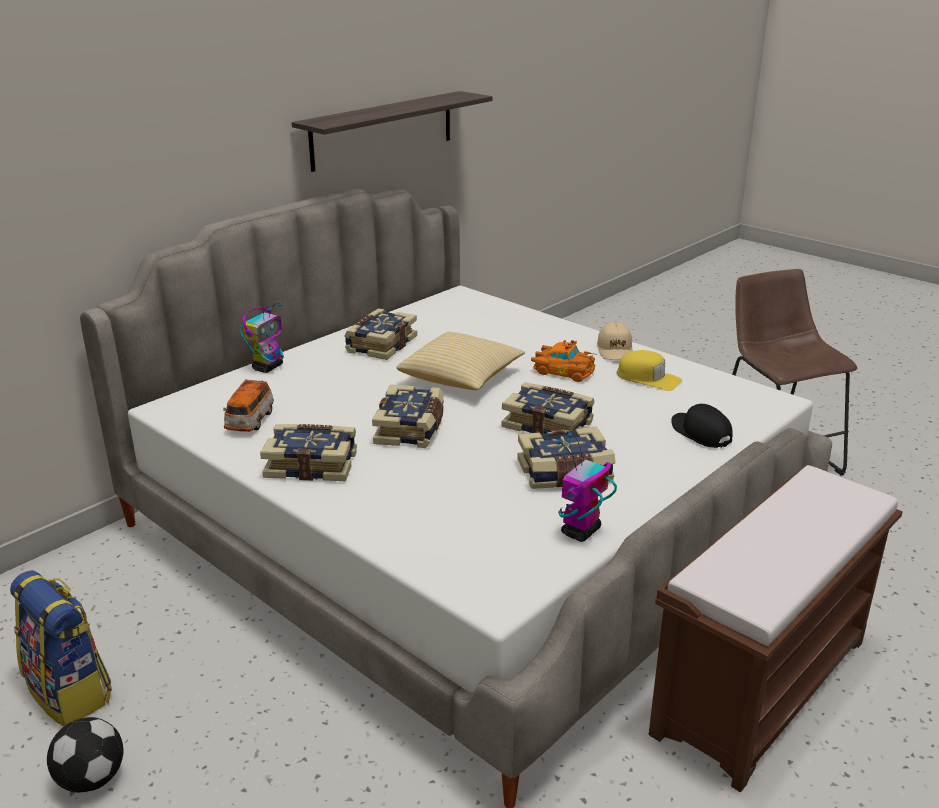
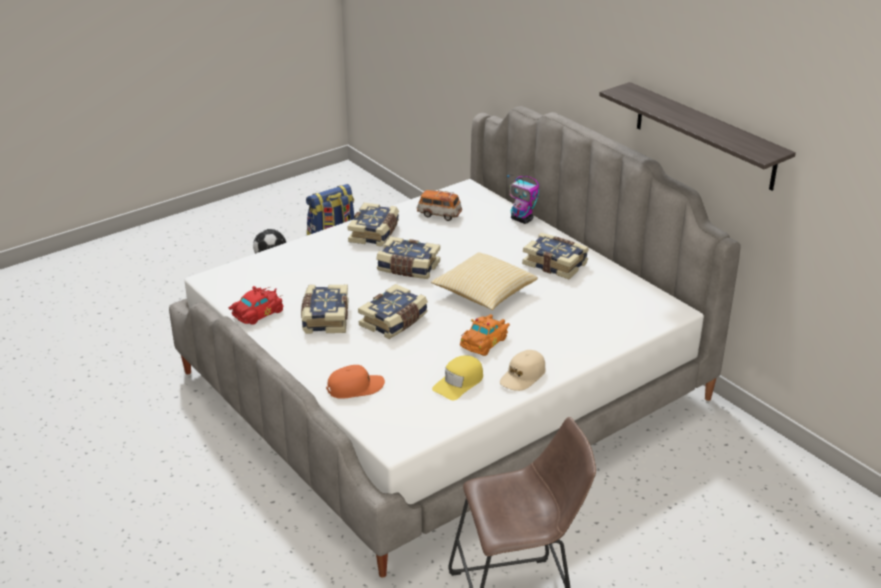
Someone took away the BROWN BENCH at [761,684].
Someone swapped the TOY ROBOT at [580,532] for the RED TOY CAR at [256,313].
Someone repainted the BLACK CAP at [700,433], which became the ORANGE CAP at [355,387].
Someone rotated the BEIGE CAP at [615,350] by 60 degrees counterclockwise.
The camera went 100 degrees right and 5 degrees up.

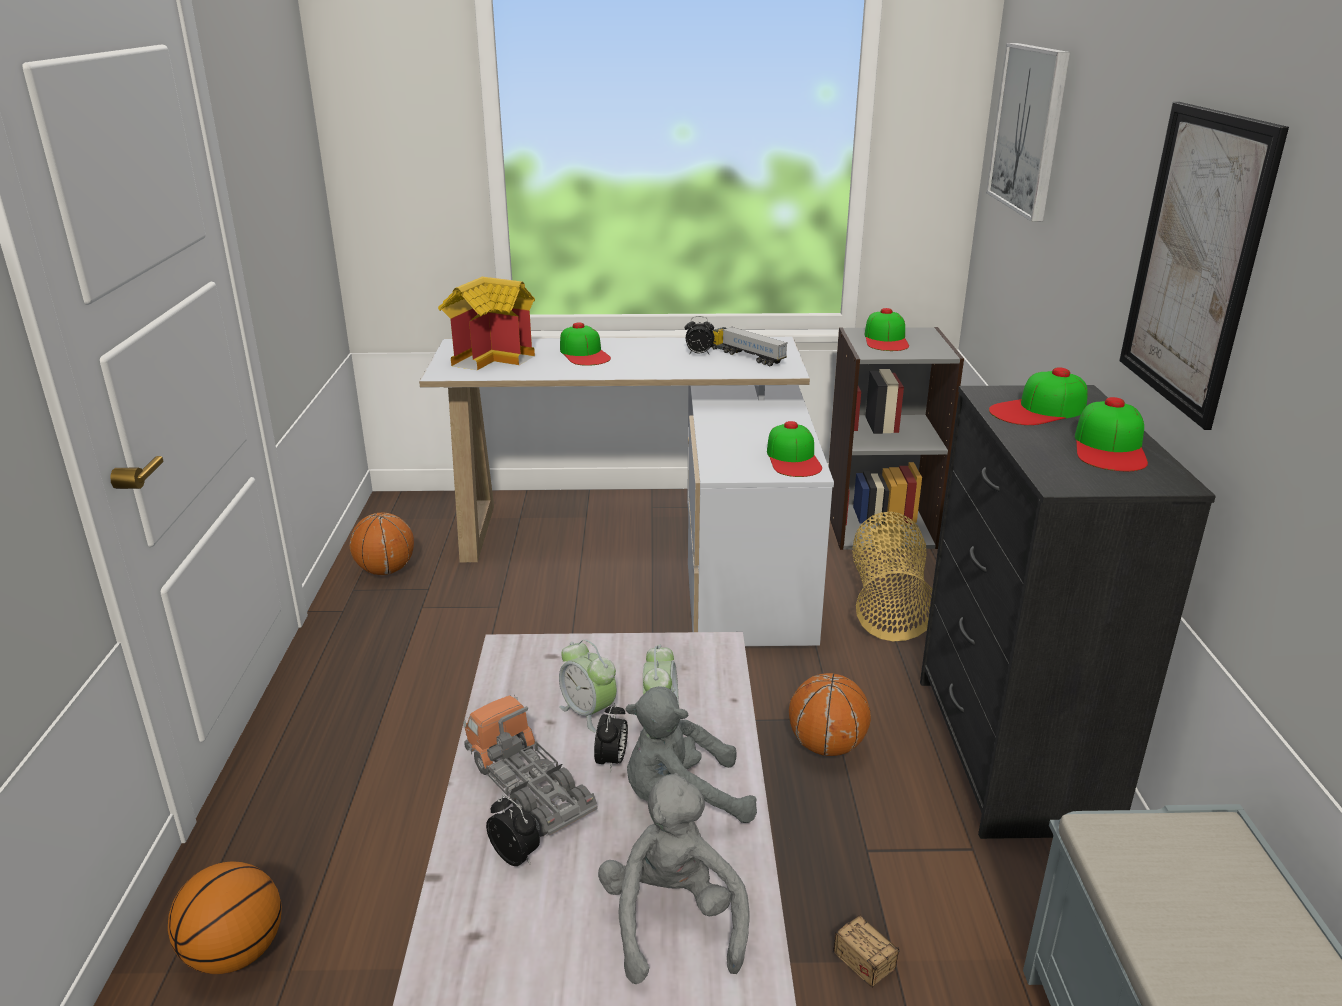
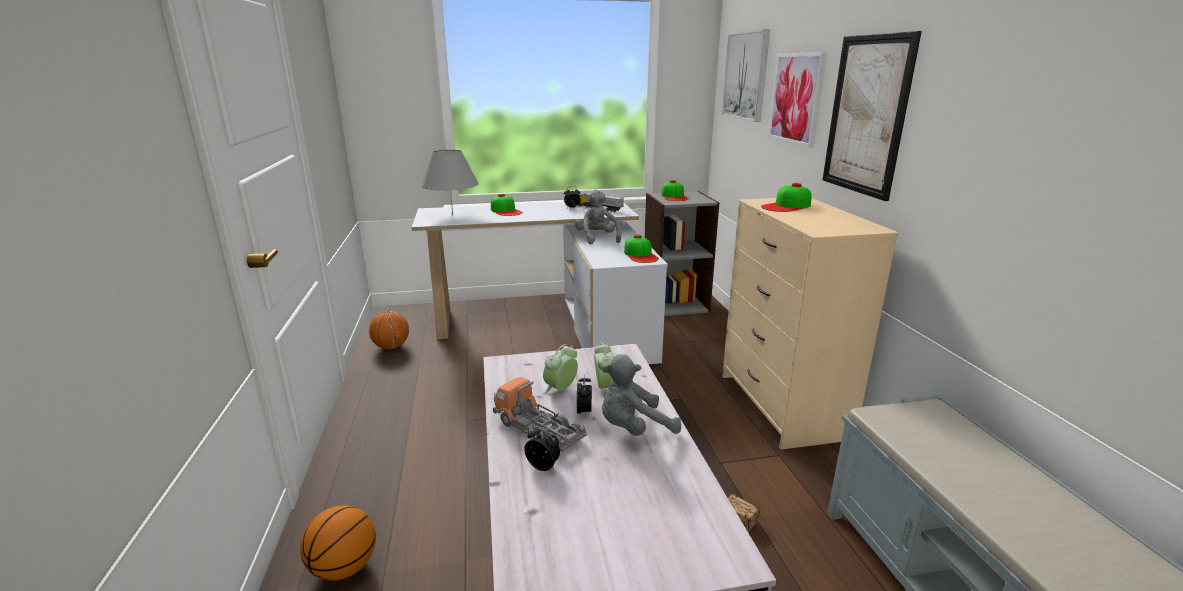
Someone took away the BASKETBALL at [826,746].
Someone took away the BASKET at [888,602].
Someone took away the CAP at [1110,447].
Someone put up the PICTURE at [796,98].
Someone carried the GREY PLUSH TOY from [672,920] to [597,239].
Someone swapped the TOY HOUSE at [493,357] for the GREY TABLE LAMP at [452,215].
Someone repainted the BLACK DRESSER at [1009,752], which became the BEIGE DRESSER at [781,405].
Someone rotated the ALARM CLOCK at [588,712] by 90 degrees clockwise.
The camera went 10 degrees left and 5 degrees down.

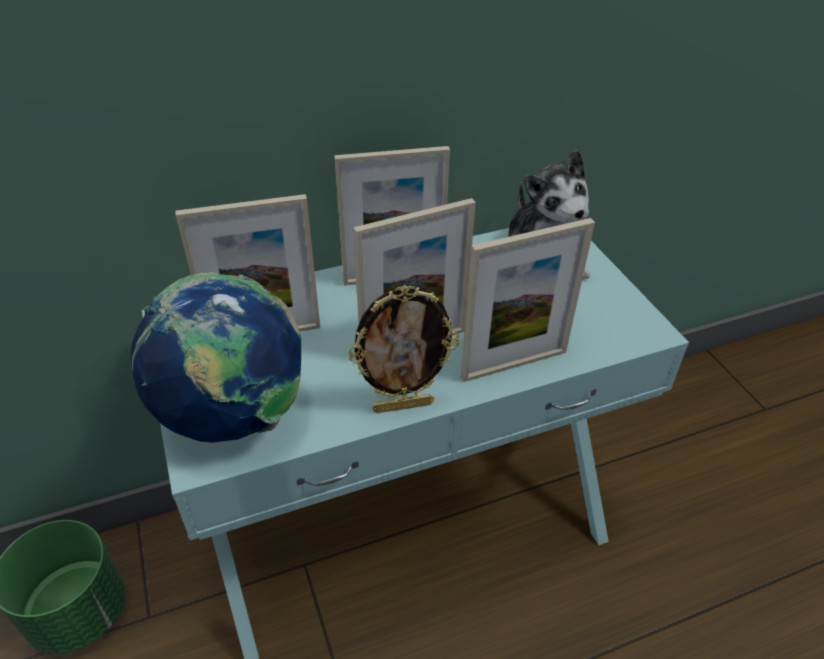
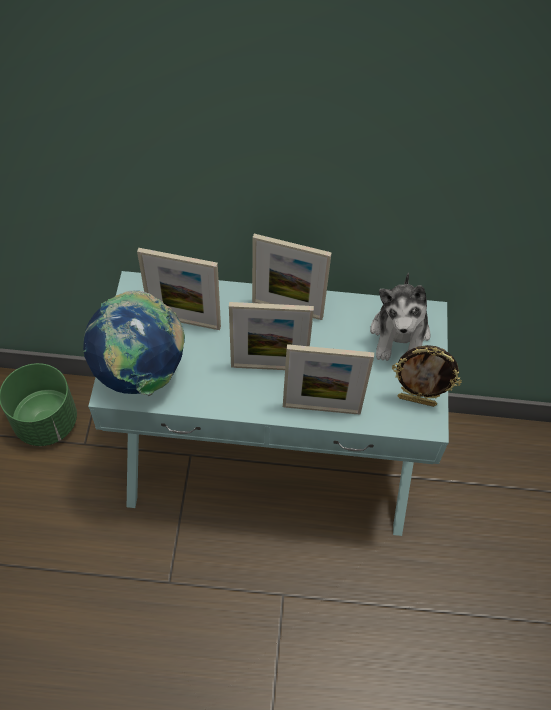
Someone carried the PICTURE FRAME from [403,405] to [417,400].
The camera went 25 degrees right and 15 degrees up.

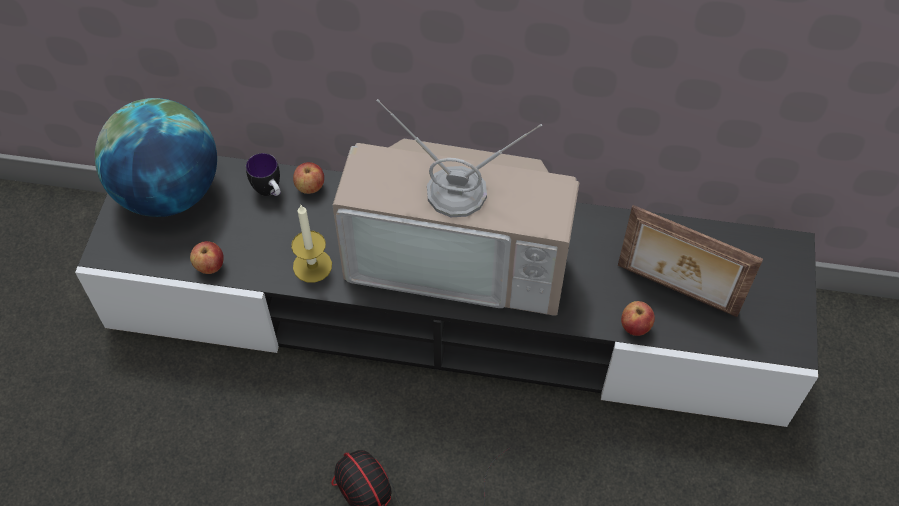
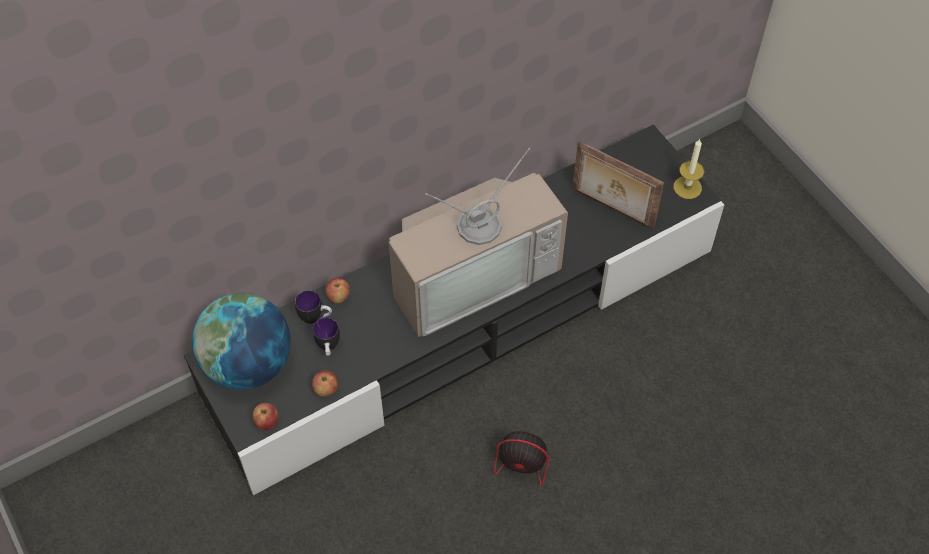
Someone put down the MUG at [328,348].
Someone carried the CANDLE from [312,266] to [687,187].
Someone carried the APPLE from [635,327] to [267,422].
Someone rotated the PICTURE FRAME at [676,291] by 45 degrees clockwise.
The camera went 40 degrees left and 0 degrees up.

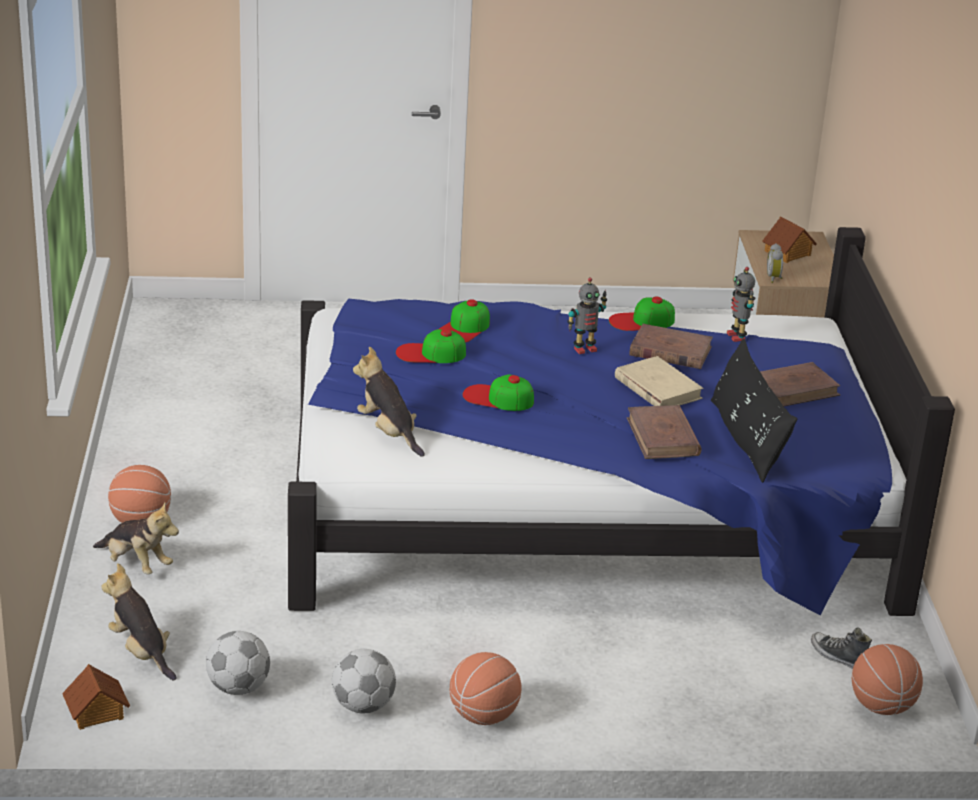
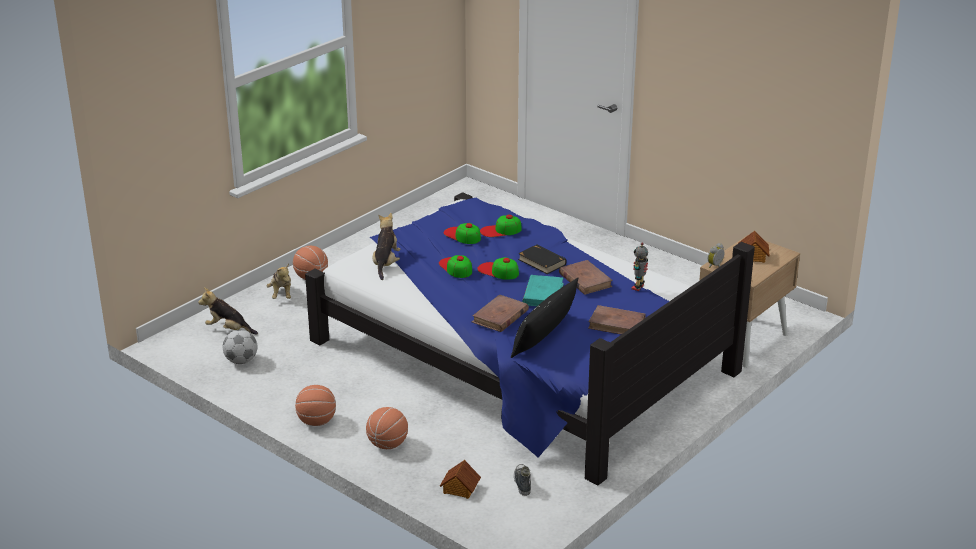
Someone took away the FOOTBALL at [363,706].
Someone carried the TOY HOUSE from [96,712] to [459,489].
Someone carried the CAP from [641,321] to [498,271].
Someone carried the BASKETBALL from [882,706] to [387,444].
Someone swapped the TOY ROBOT at [584,349] for the BLACK BOOK at [542,262].
Someone repainted the BEIGE BOOK at [657,388], which became the TURQUOISE BOOK at [543,294].
Someone rotated the PLUSH TOY at [141,652] by 75 degrees counterclockwise.
The camera went 45 degrees right and 0 degrees up.

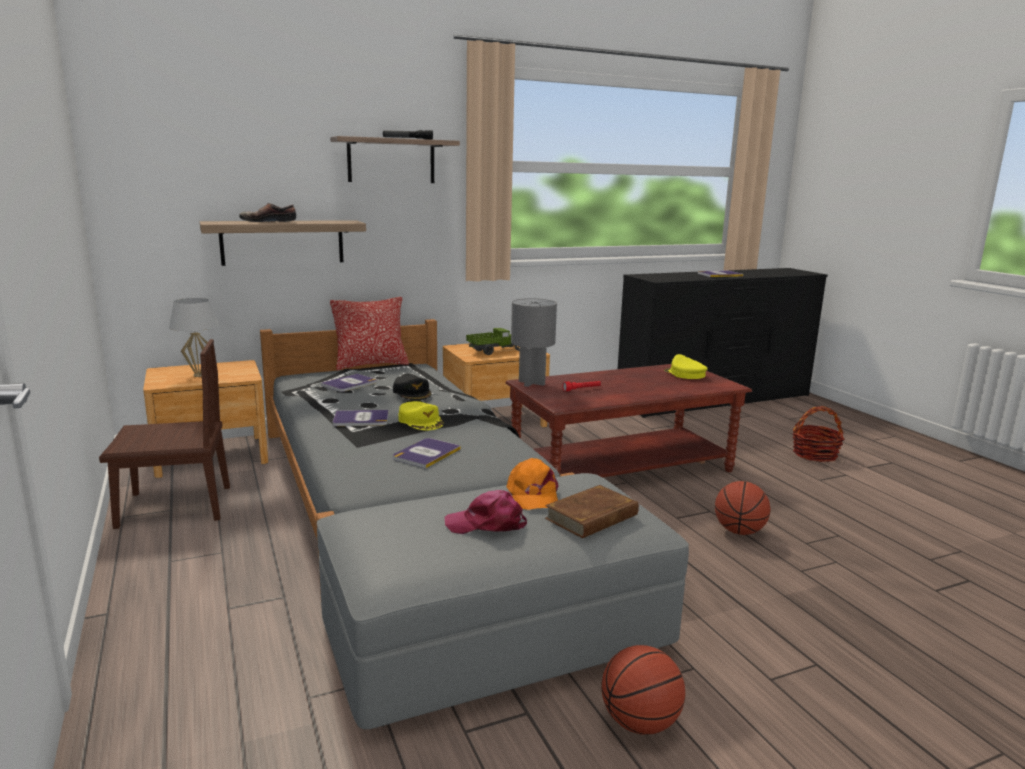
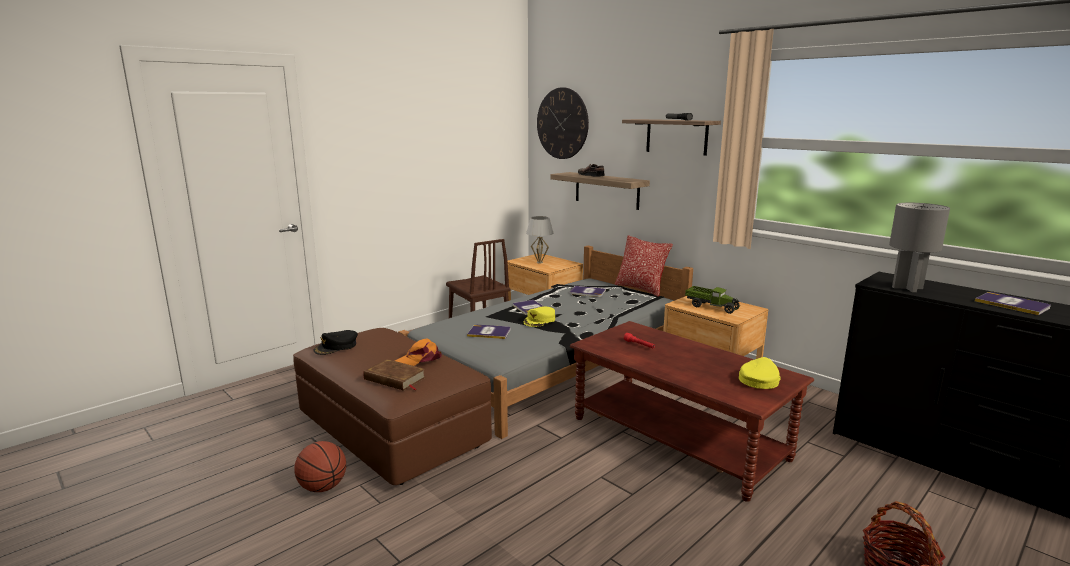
Someone took away the PINK CAP at [487,524].
Someone took away the BASKETBALL at [739,531].
Someone put up the WALL CLOCK at [562,123].
Someone carried the BLACK CAP from [412,393] to [336,347].
Someone carried the GREY TABLE LAMP from [531,383] to [907,288].
Someone repainted the GREY OTTOMAN at [497,637], which became the BROWN OTTOMAN at [392,430].
The camera went 70 degrees right and 0 degrees up.

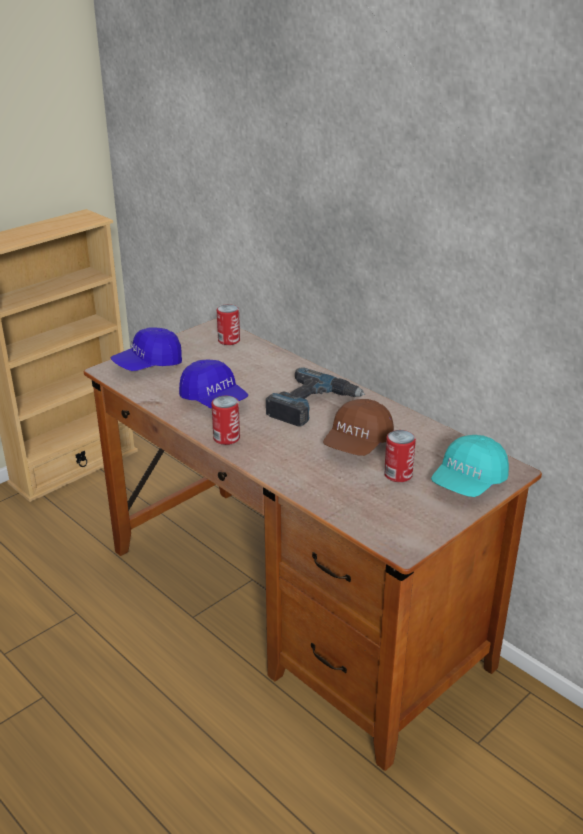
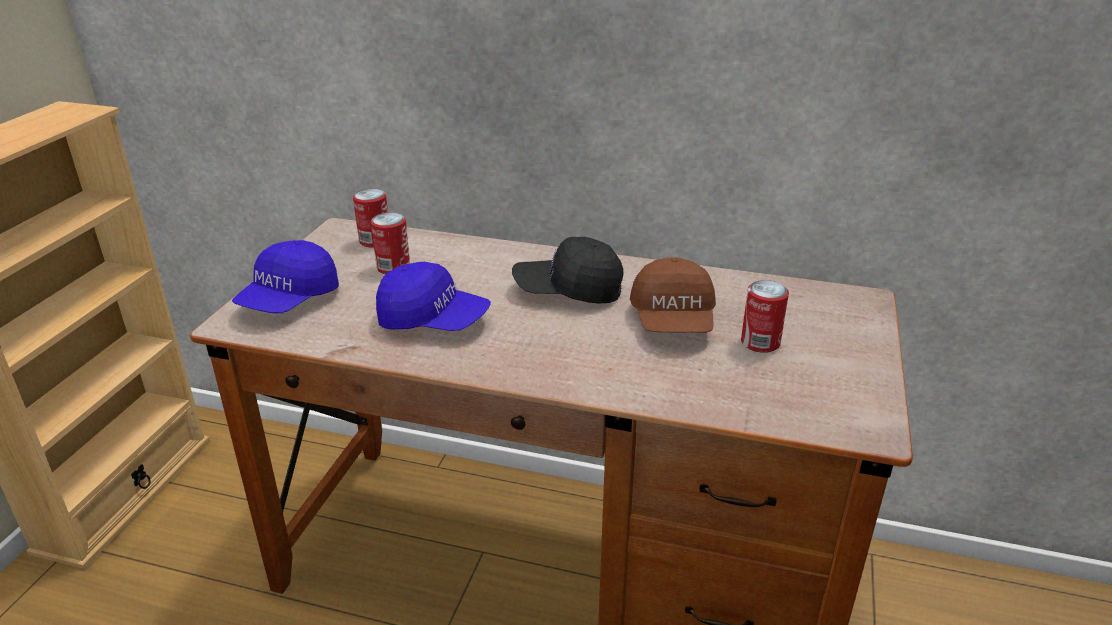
Someone took away the TURQUOISE CAP at [468,482].
Someone carried the CAN from [226,438] to [393,267].
Someone swapped the POWER DRILL at [312,405] for the BLACK CAP at [568,291].
The camera went 30 degrees left and 0 degrees up.

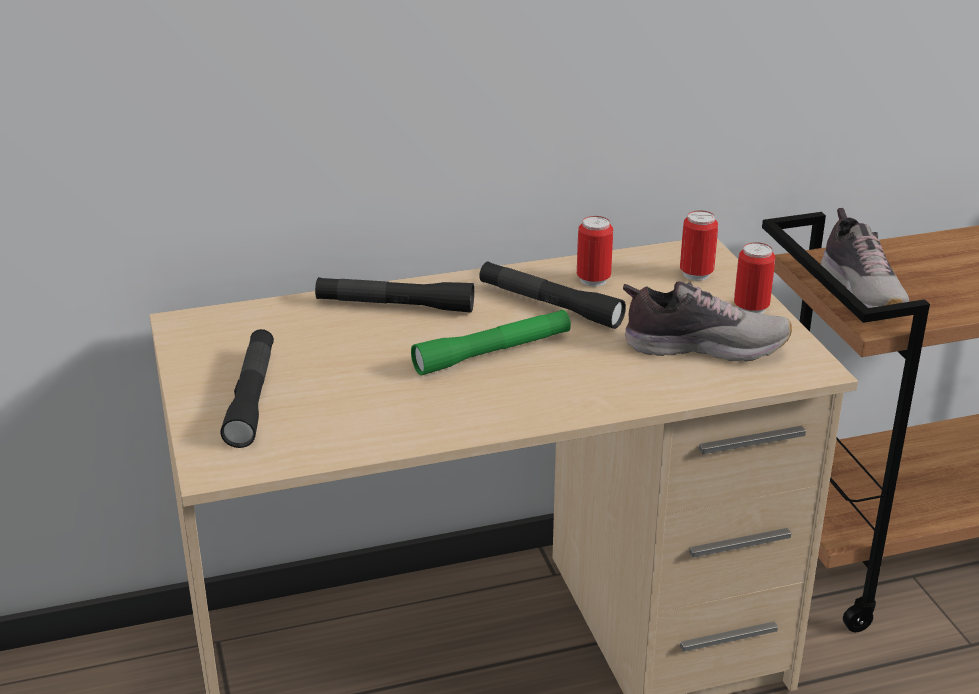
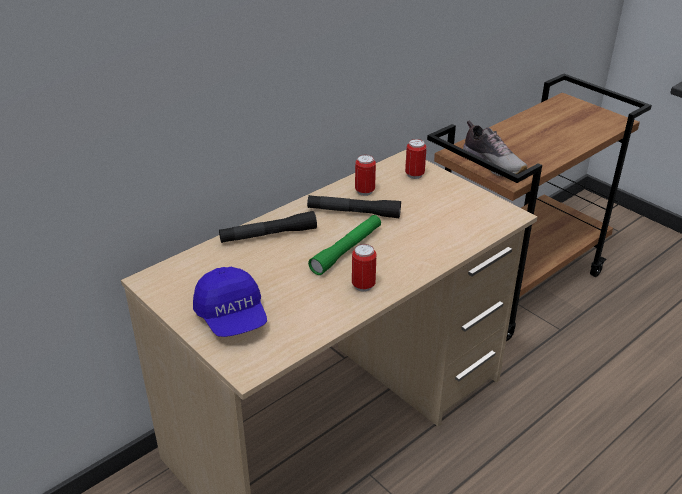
Someone took away the SHOE at [703,346].
Someone carried the CAN from [751,308] to [363,285].
Someone swapped the BLACK FLASHLIGHT at [252,397] for the BLUE CAP at [232,317].
The camera went 25 degrees left and 5 degrees up.

